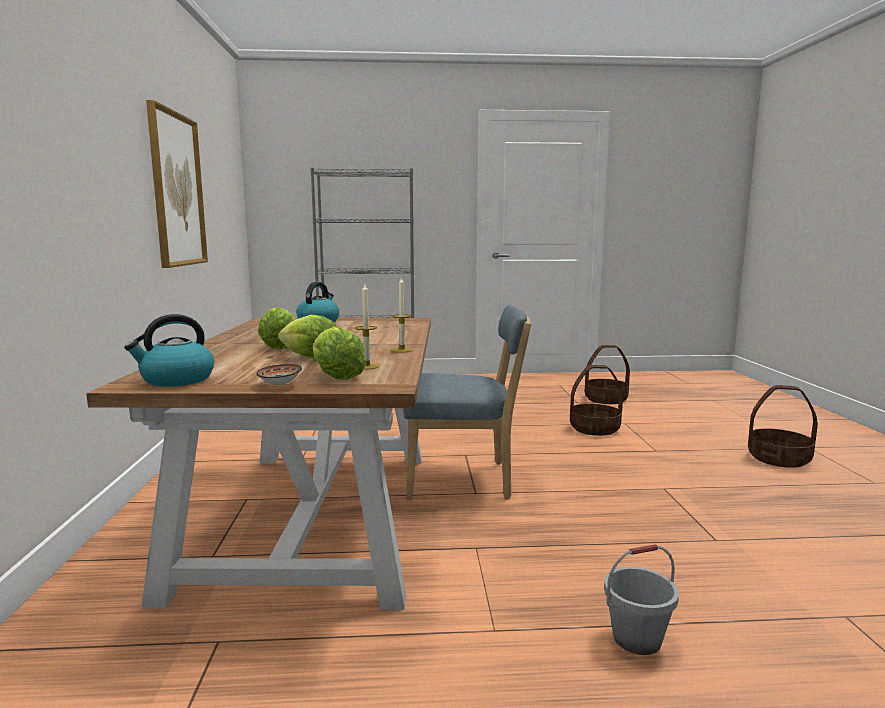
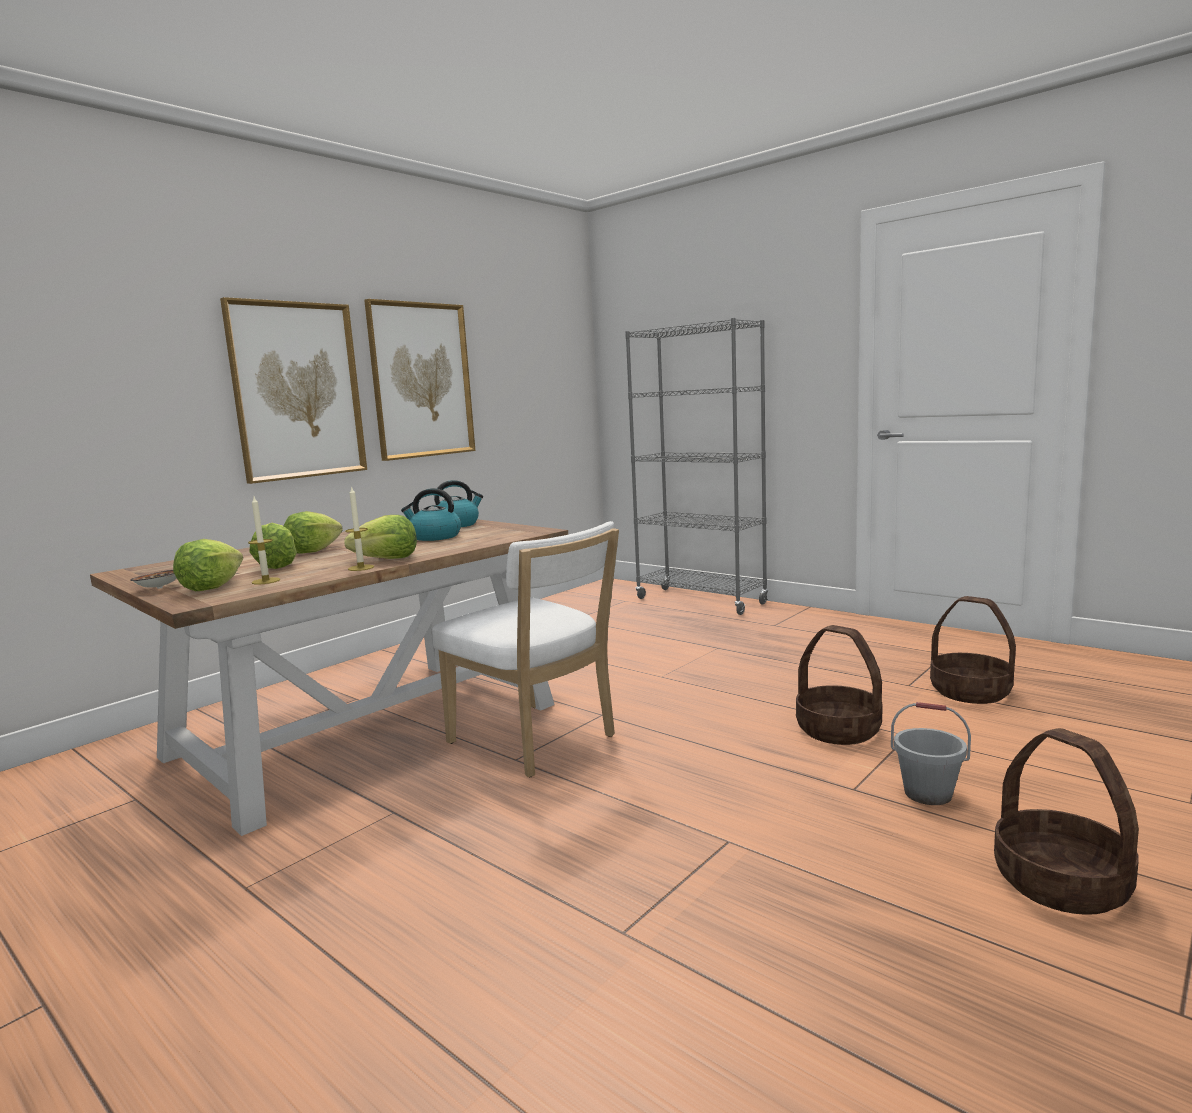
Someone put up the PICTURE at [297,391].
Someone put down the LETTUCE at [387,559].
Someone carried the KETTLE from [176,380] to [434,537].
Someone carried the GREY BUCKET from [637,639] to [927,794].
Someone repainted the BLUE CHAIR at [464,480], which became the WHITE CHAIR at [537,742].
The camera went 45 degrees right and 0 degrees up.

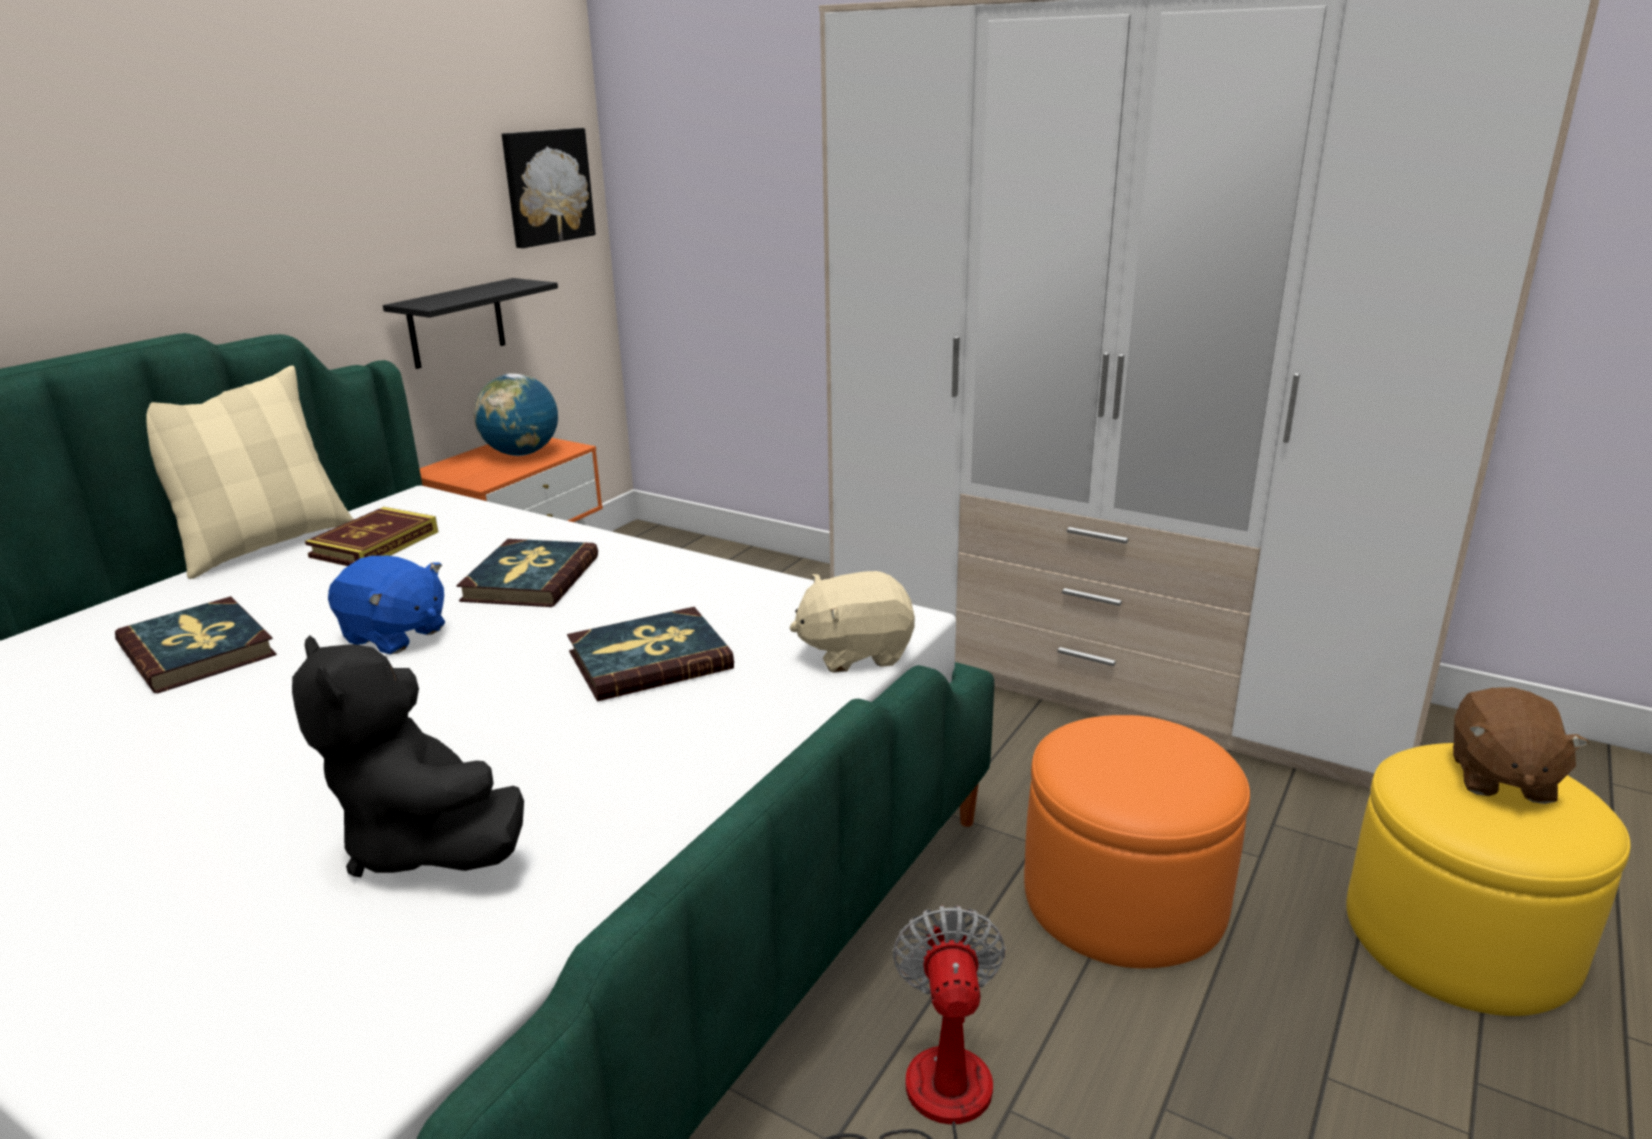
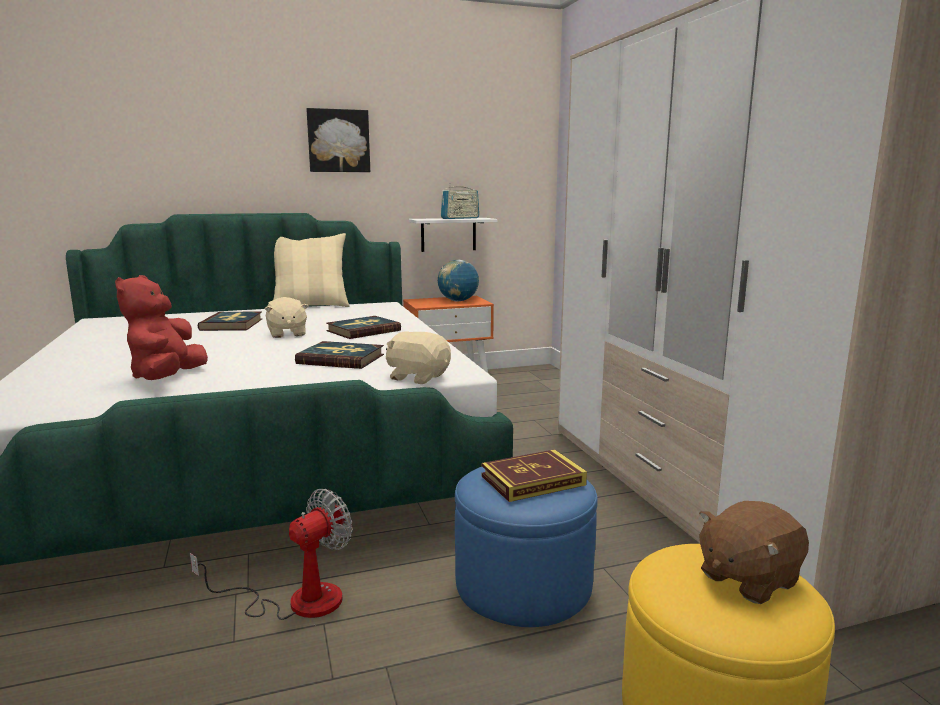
Someone put down the RADIO at [460,218].
Someone carried the BOOK from [375,544] to [533,480].
Someone carried the PICTURE from [546,186] to [338,141].
Someone repainted the BLACK PLUSH TOY at [425,844], which became the RED PLUSH TOY at [167,378].
Someone repainted the BLUE PLUSH TOY at [394,635], which became the BEIGE PLUSH TOY at [286,334].
Someone repainted the BLACK SHELF at [456,323], which became the WHITE SHELF at [448,234].
Someone repainted the ORANGE OTTOMAN at [1123,897], which became the BLUE OTTOMAN at [523,584].
The camera went 40 degrees right and 10 degrees down.

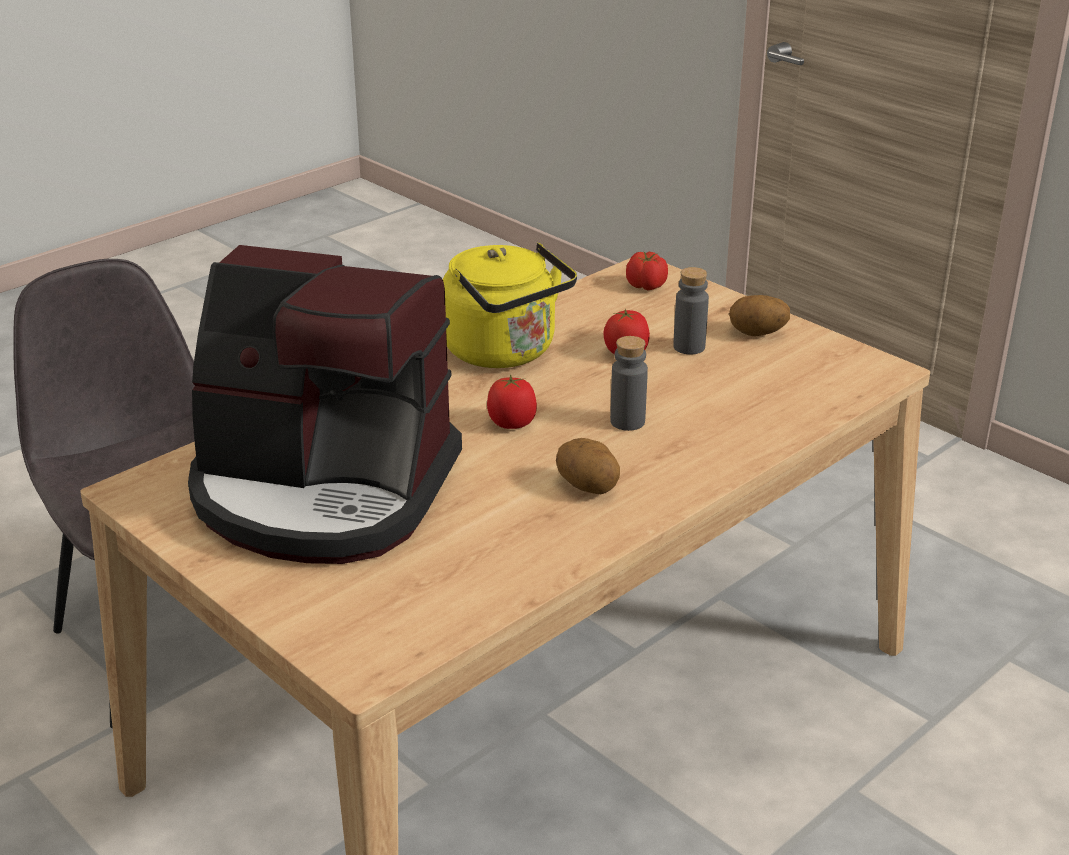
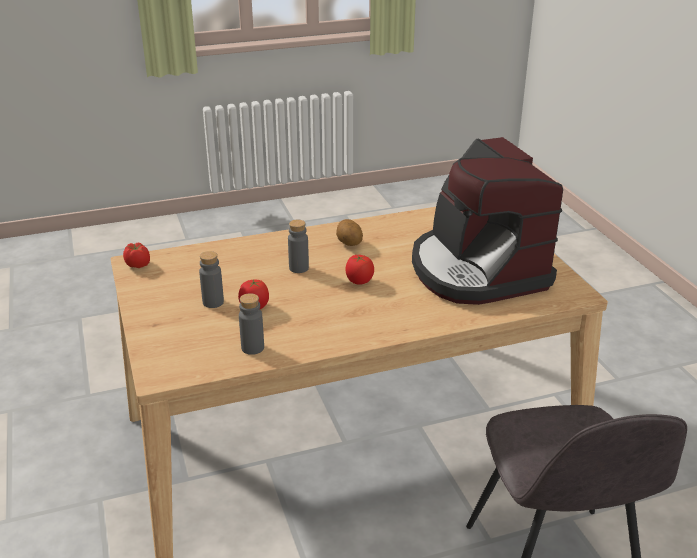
Someone took away the YELLOW KETTLE at [505,352].
Someone took away the POTATO at [757,334].
Someone put down the GREY BOTTLE at [252,348].
Someone carried the TOMATO from [646,286] to [138,265].
Someone rotated the COFFEE MACHINE at [323,492] by 150 degrees counterclockwise.
The camera went 155 degrees left and 0 degrees up.

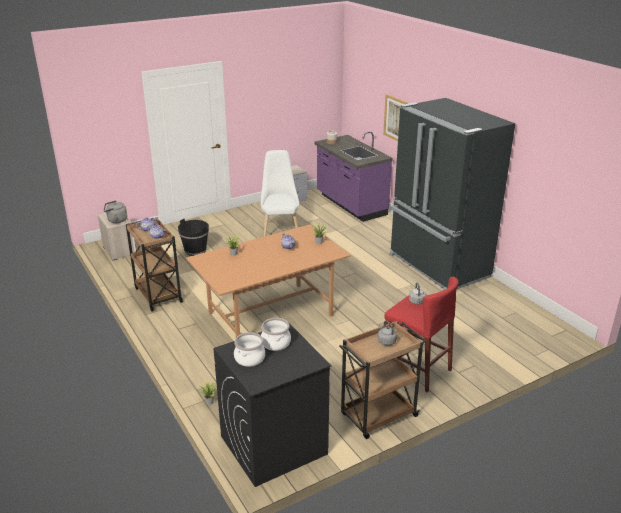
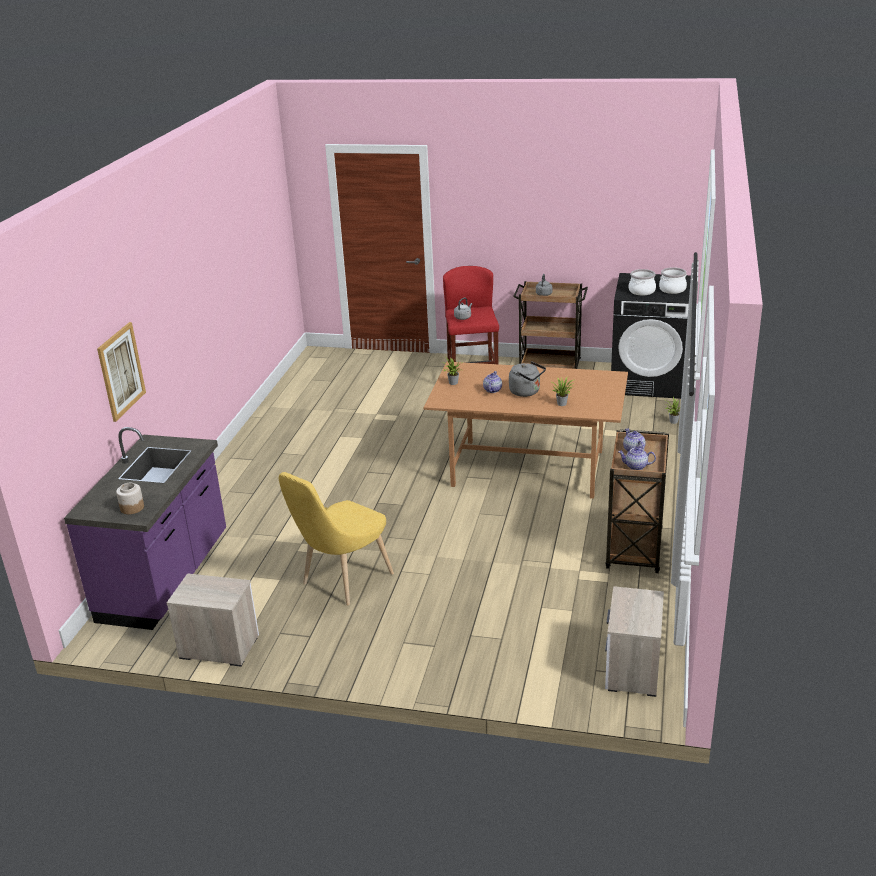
Someone took away the BLACK BUCKET at [195,250].
Someone took away the BLACK FRIDGE at [437,266].
Someone carried the GREY KETTLE from [116,220] to [526,392].
Someone repainted the WHITE CHAIR at [280,230], which became the YELLOW CHAIR at [342,581].
The camera went 135 degrees left and 0 degrees up.

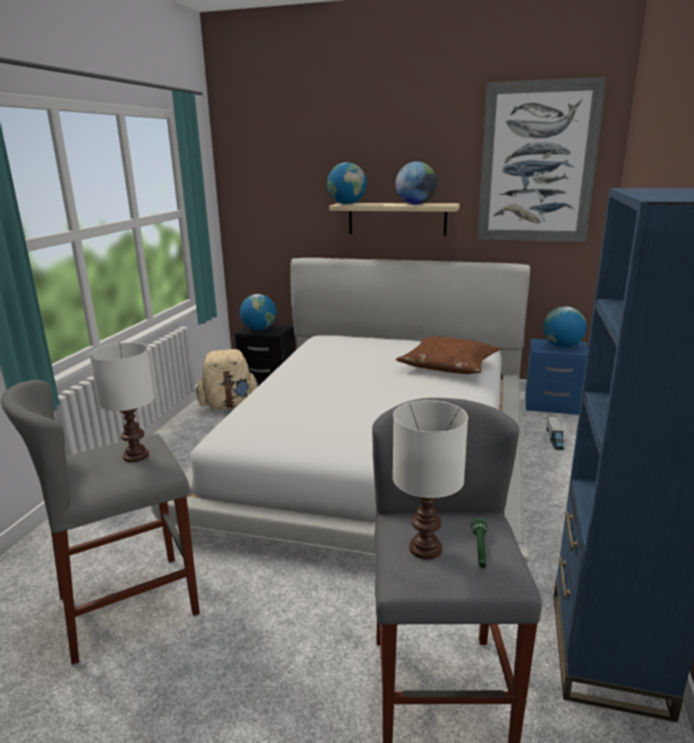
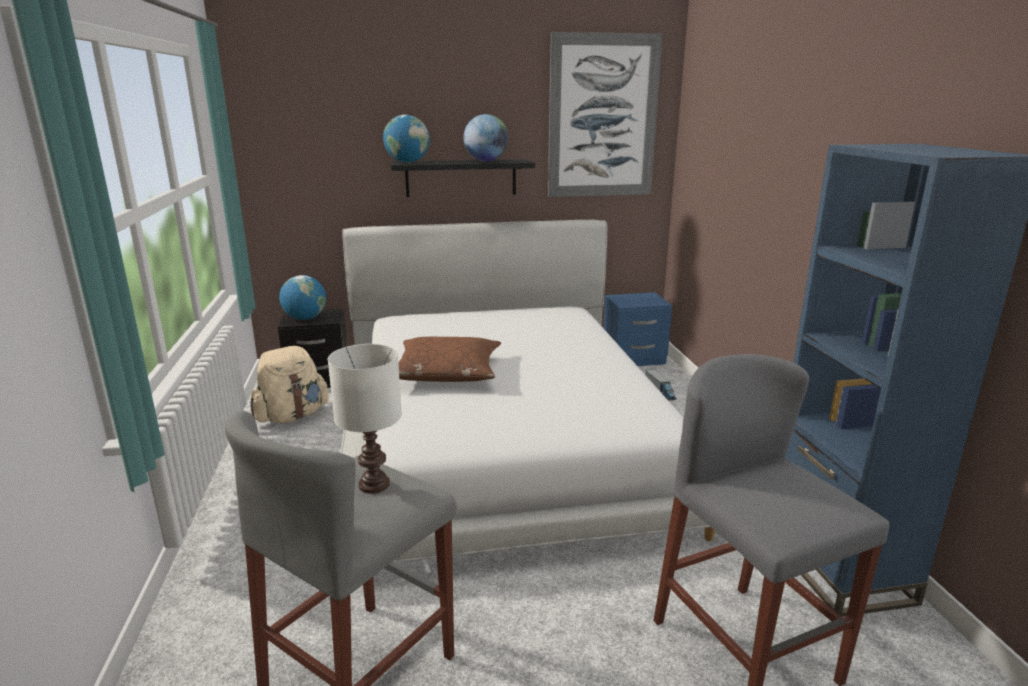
Someone took away the WHITE TABLE LAMP at [425,548].
Someone took away the GREEN FLASHLIGHT at [480,550].
Someone took away the GLOBE at [562,346].
Someone carried the BROWN PILLOW from [448,366] to [446,372].
Someone repainted the BEIGE SHELF at [397,219], which became the BLACK SHELF at [461,178].
The camera went 25 degrees left and 0 degrees up.

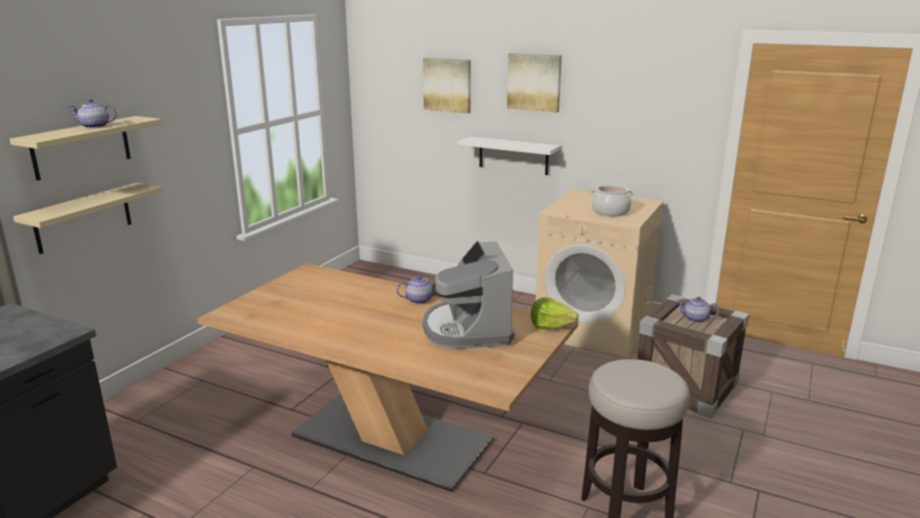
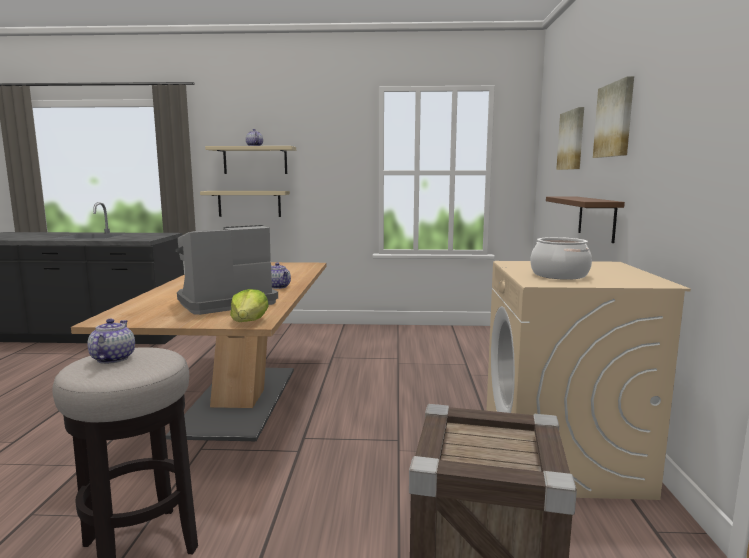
Someone carried the TEAPOT from [695,319] to [112,358].
Someone repainted the WHITE SHELF at [513,155], which became the BROWN SHELF at [596,218].
The camera went 65 degrees right and 10 degrees down.

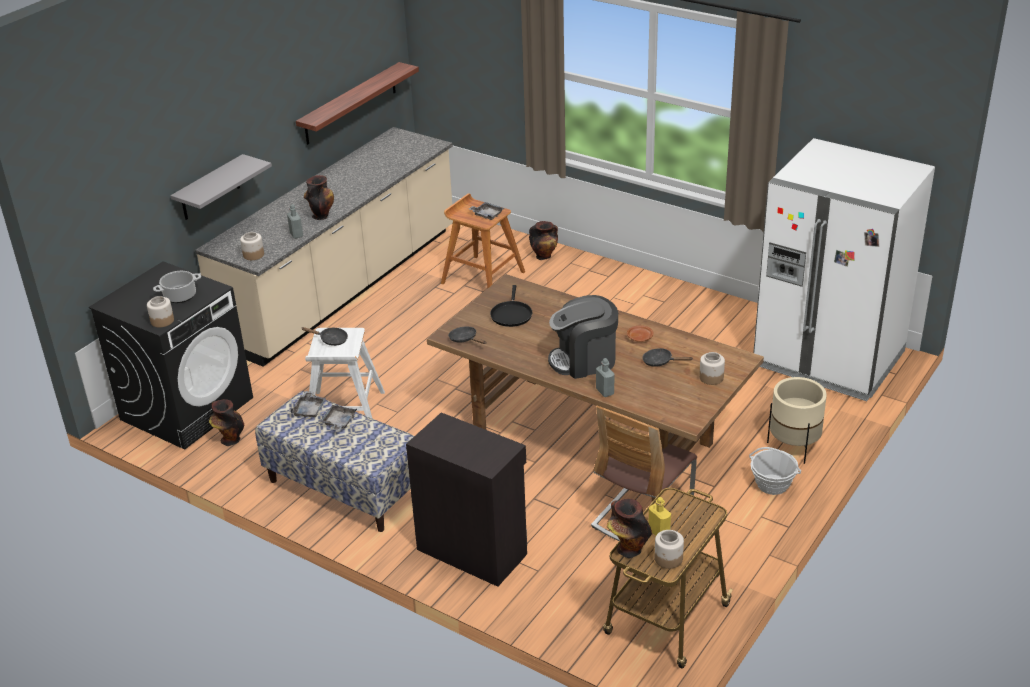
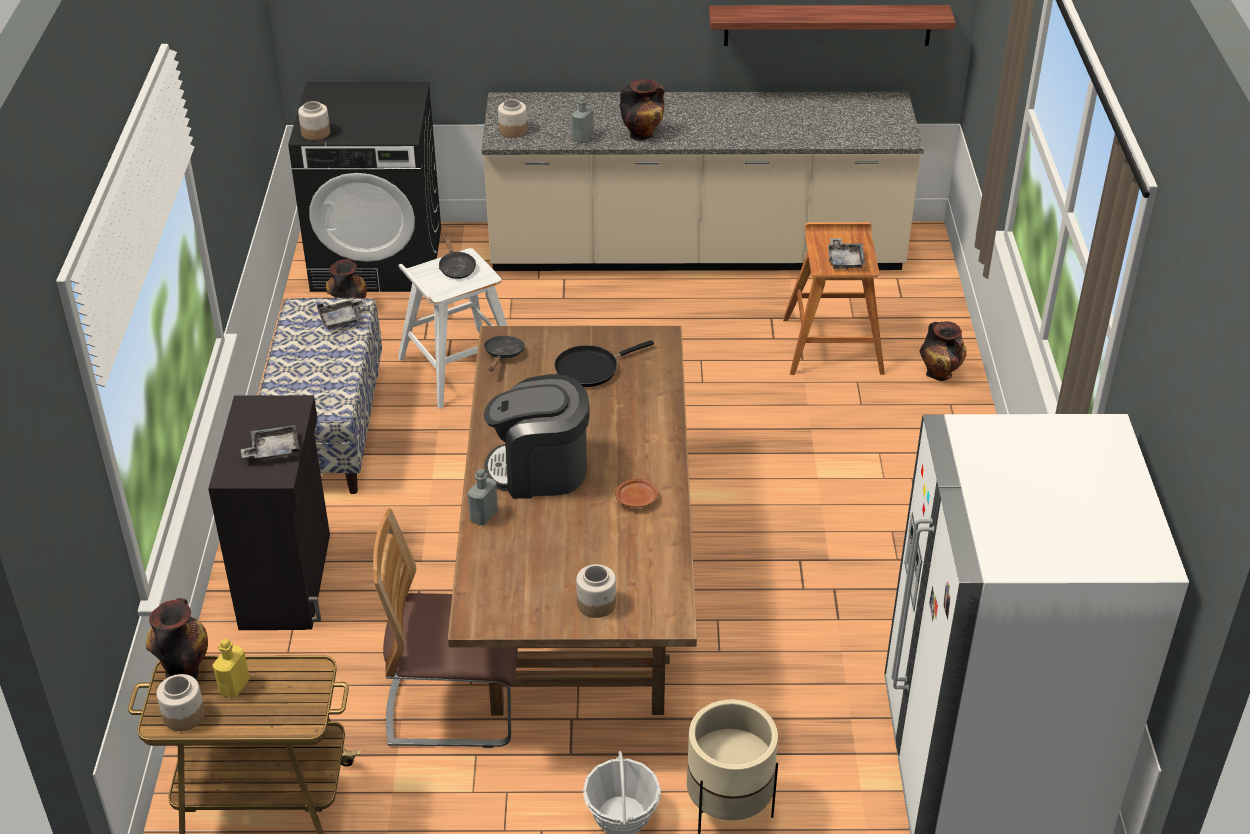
Someone took away the COOKING POT at [180,296].
Someone took away the GREY SHELF at [210,188].
Someone took away the BLACK FRYING PAN at [660,362].
Someone carried the GREY TRAY from [339,422] to [273,450].
Someone rotated the COFFEE MACHINE at [584,360] by 45 degrees counterclockwise.
The camera went 55 degrees right and 5 degrees up.

